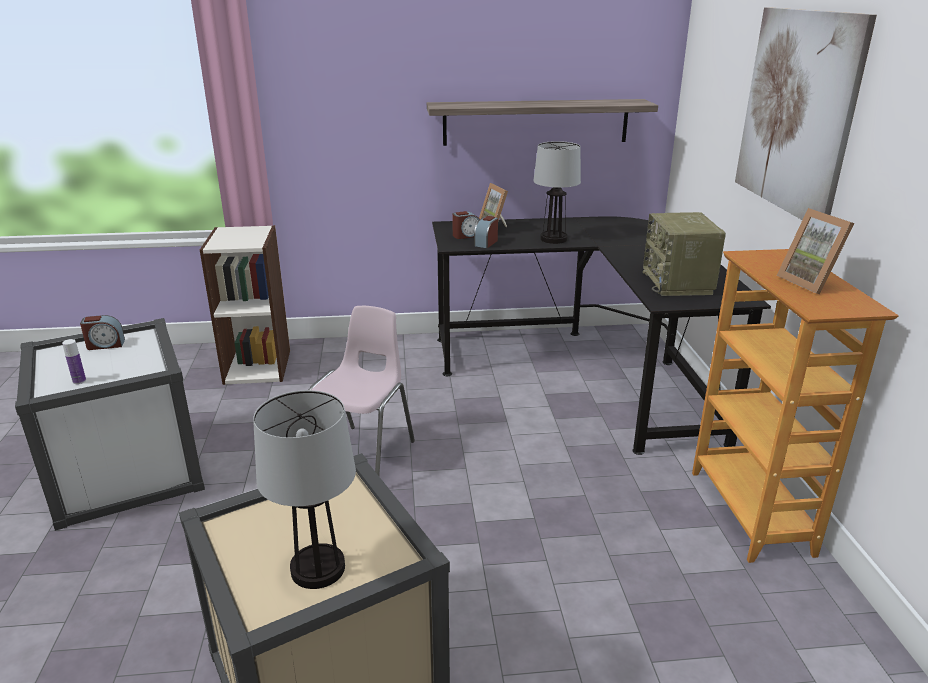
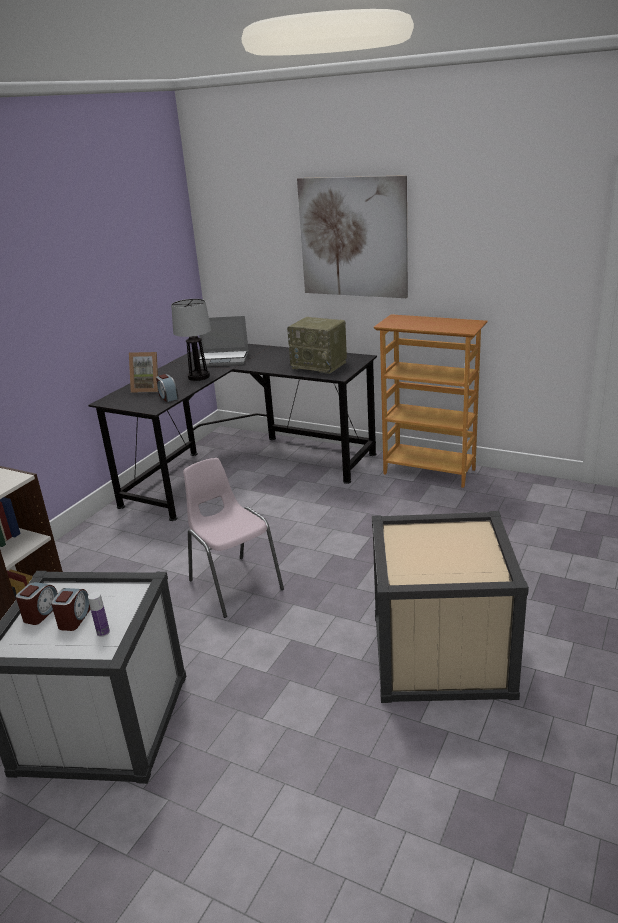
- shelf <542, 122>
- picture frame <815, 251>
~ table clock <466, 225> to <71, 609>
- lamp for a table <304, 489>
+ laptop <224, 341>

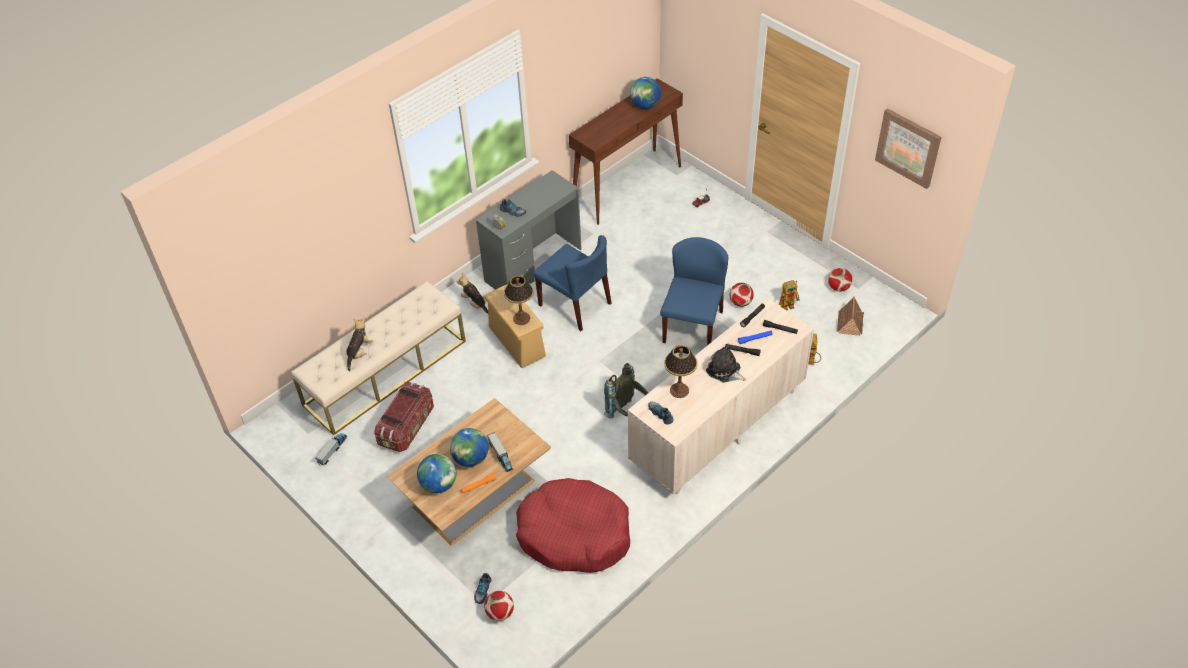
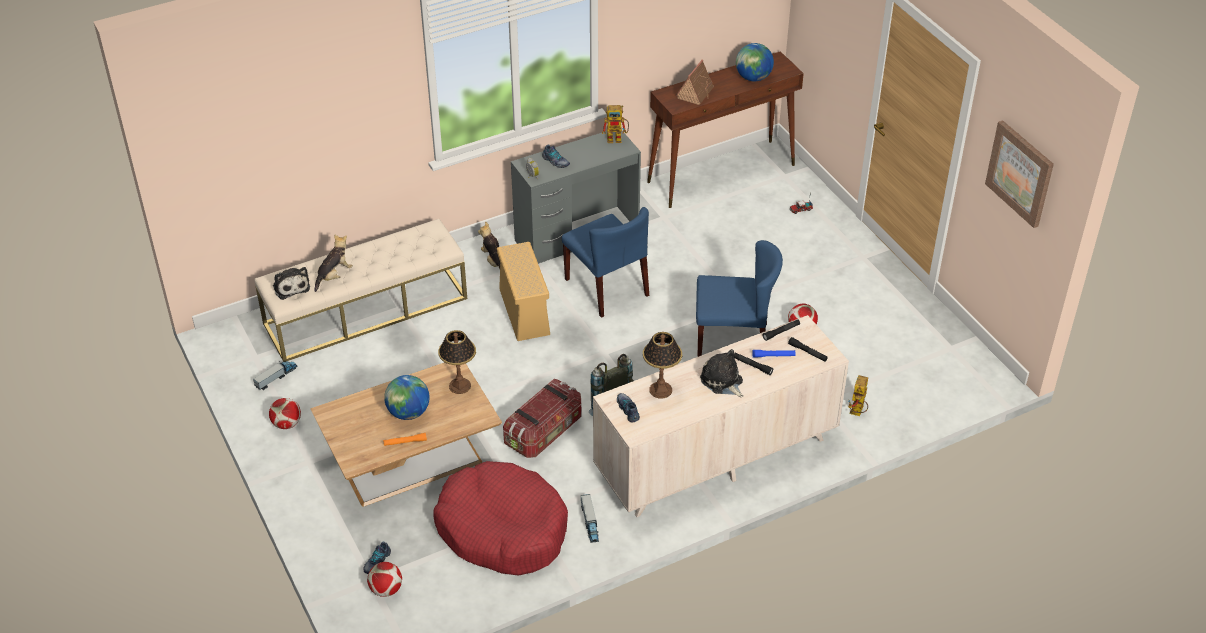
~ chair (blue) <694, 291> = <739, 298> 60 degrees clockwise
~ football ball <840, 280> to <285, 413>
~ lamp for a table <519, 300> to <457, 362>
~ toy robot <789, 295> to <615, 124>
~ miniature house <850, 316> to <694, 82>
~ storage bin <404, 417> to <542, 418>
~ toy truck <500, 452> to <590, 518>
- world globe <436, 473>
+ soft toy <291, 283>

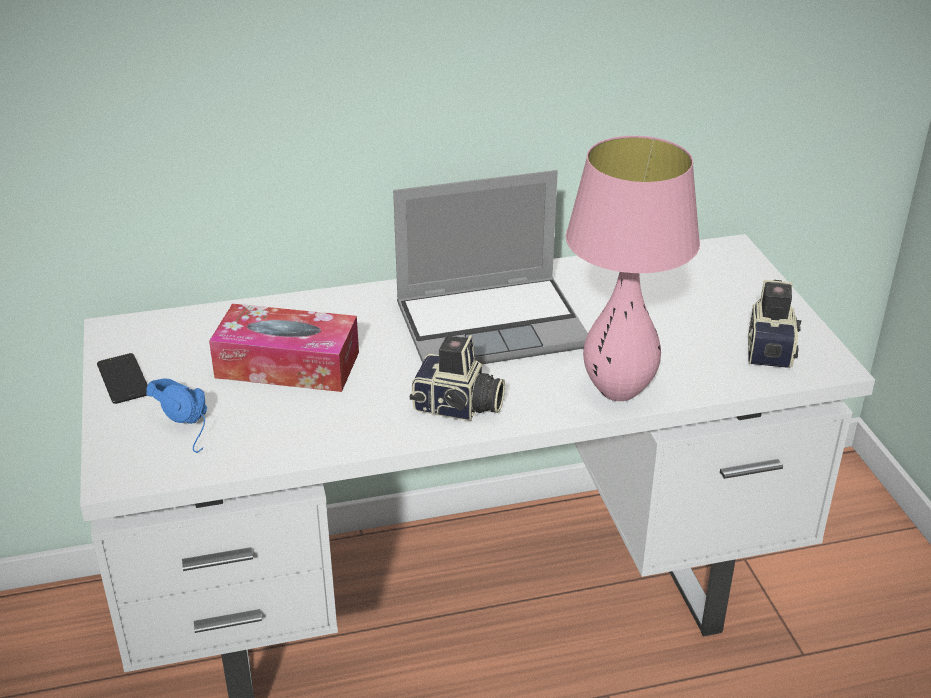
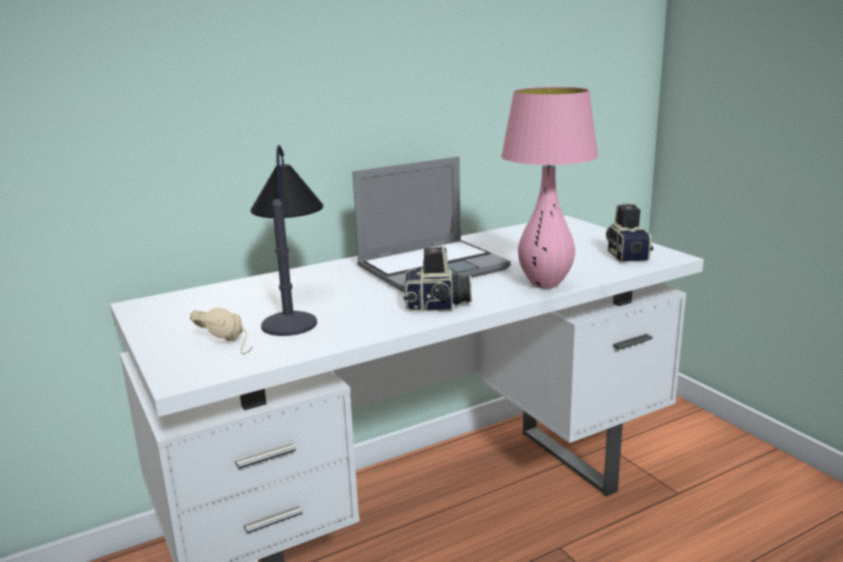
~ tissue holder <284, 348> to lamp for a table <286, 240>
- phone <122, 378>
~ pair of headphones (blue) <176, 415> to pair of headphones (beige-coloured) <221, 331>

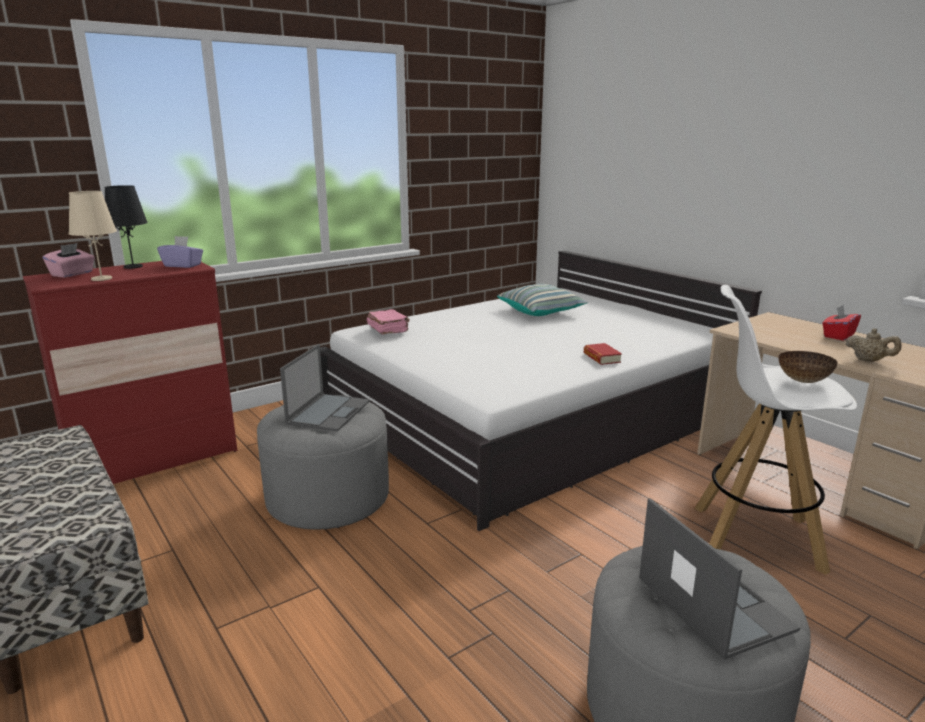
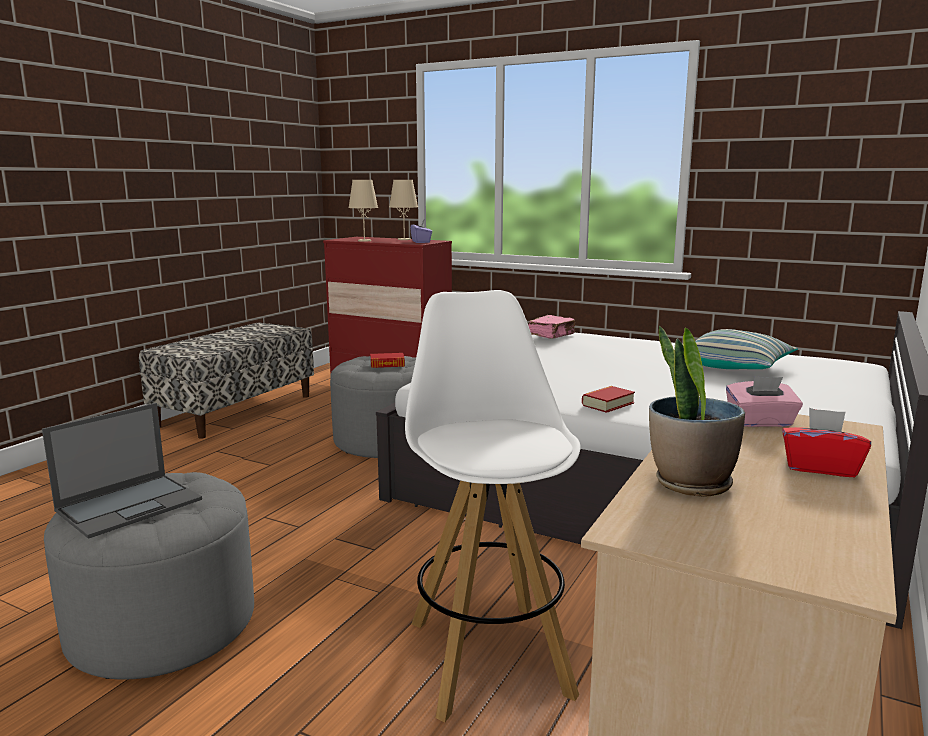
~ lamp for a table (black) <126, 227> to lamp for a table (beige-coloured) <403, 210>
~ tissue holder (pink) <69, 260> to <764, 401>
~ tea pot (beige-coloured) <873, 345> to potted plant <697, 411>
~ laptop <325, 388> to volume <387, 360>
- serving bowl <808, 367>

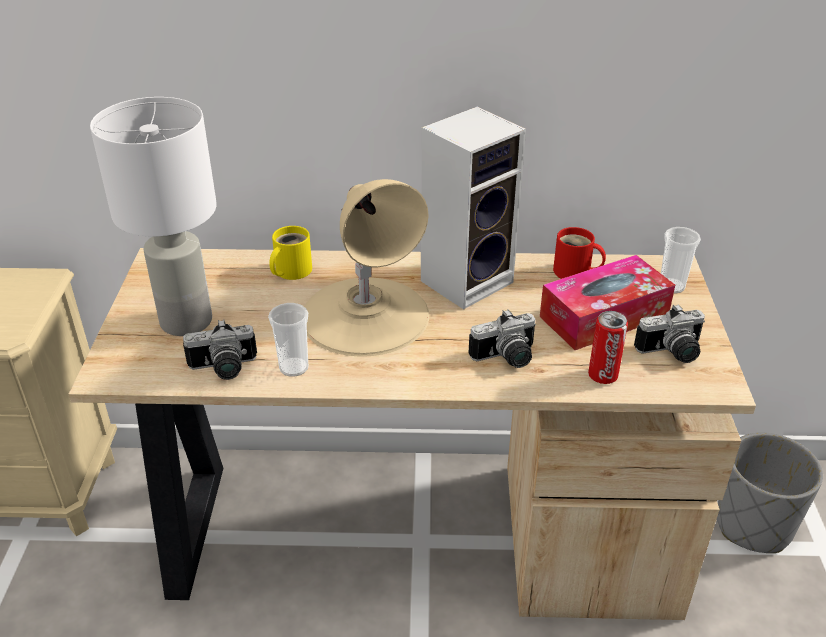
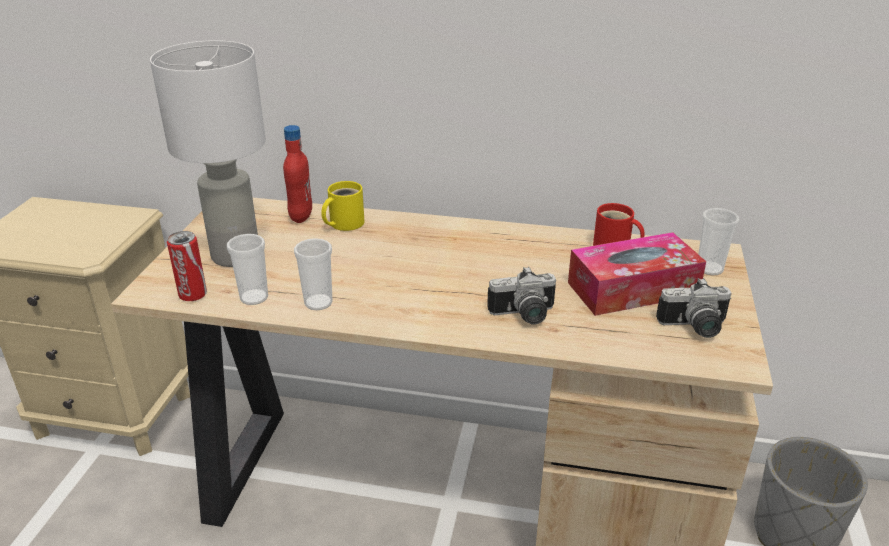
- audio speaker <473, 208>
- lamp for a table (beige-coloured) <366, 268>
~ sealed can <608, 347> to <187, 266>
~ still camera <220, 349> to small cup <247, 269>
+ beverage bottle (red-coloured) <297, 174>

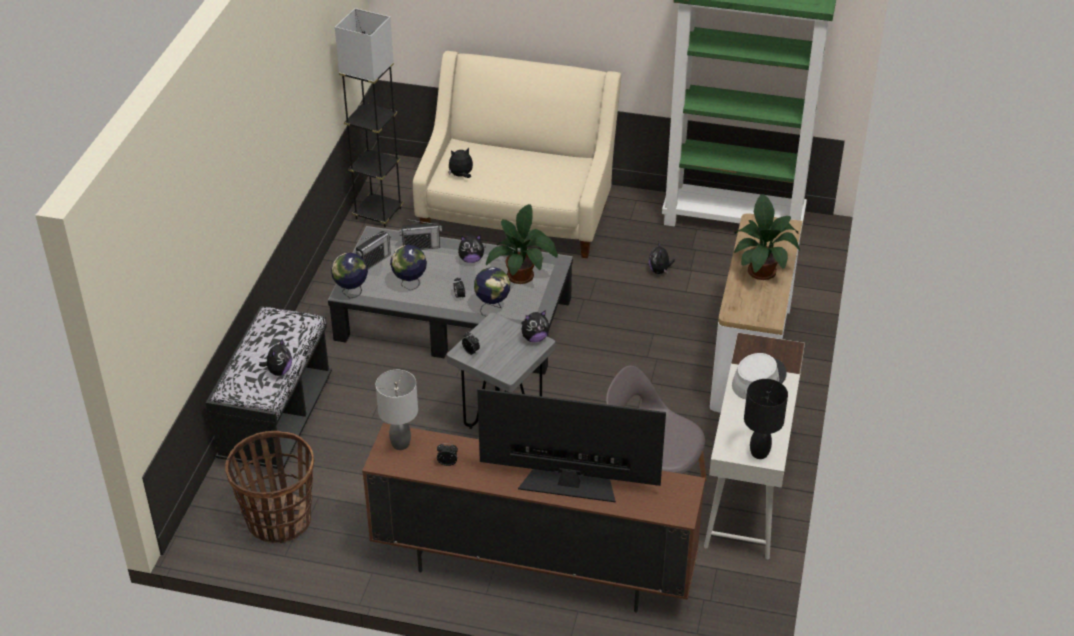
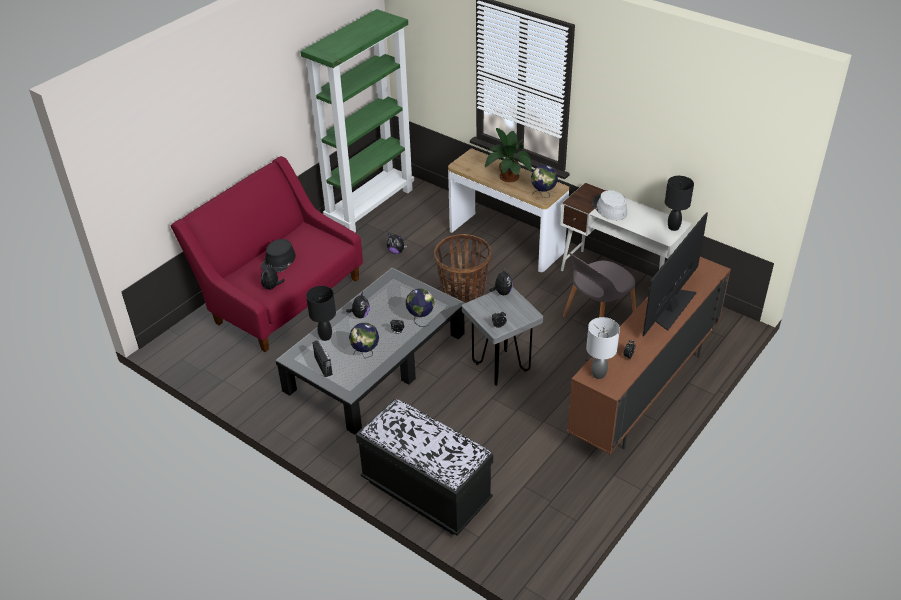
- floor lamp (greyish) <369, 117>
~ couch (beige-coloured) <517, 154> to couch (red-coloured) <267, 254>
- potted plant <522, 244>
~ radio <420, 234> to lamp for a table (black) <321, 313>
~ world globe <349, 275> to <544, 181>
- soft toy <275, 357>
~ storage basket <269, 487> to <462, 268>
+ wearable hat (black) <278, 256>

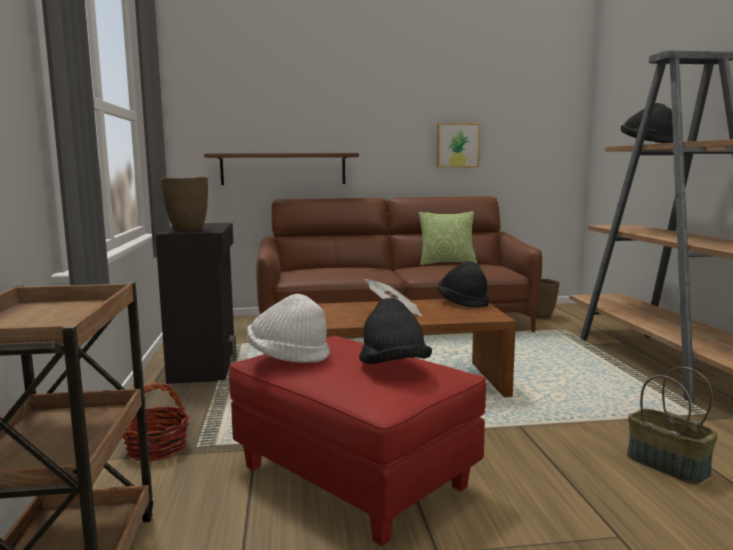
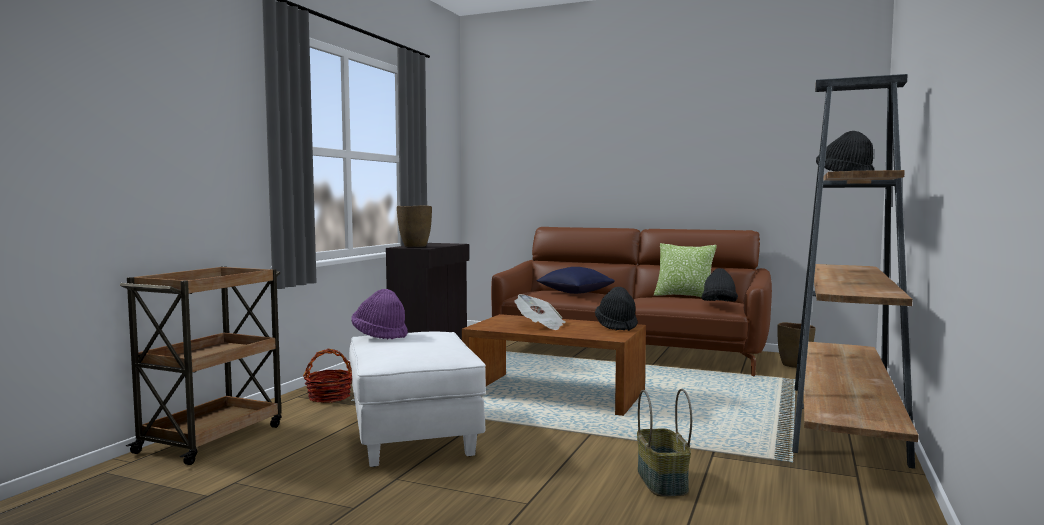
- picture <458, 145>
- shelf (brown-coloured) <281, 169>
~ wearable hat (whitish) <288, 328> to wearable hat (purple-coloured) <379, 314>
~ wearable hat (black) <395, 331> to <719, 285>
~ footrest (red-coloured) <357, 441> to footrest (whitish) <417, 399>
+ throw pillow (blue) <575, 280>

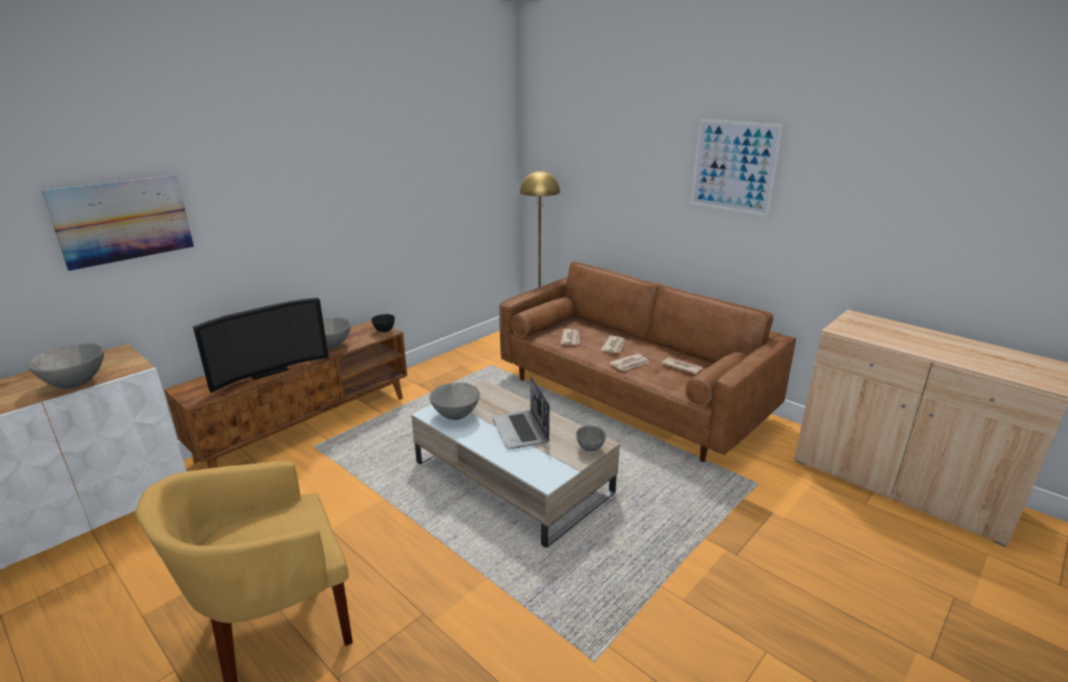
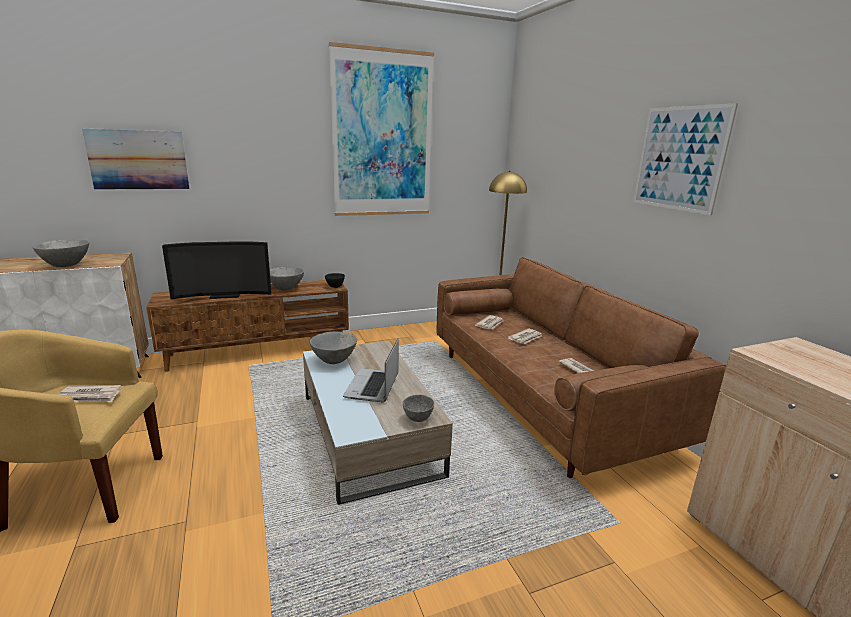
~ daily paper <630, 362> to <90, 393>
+ picture <381, 129>

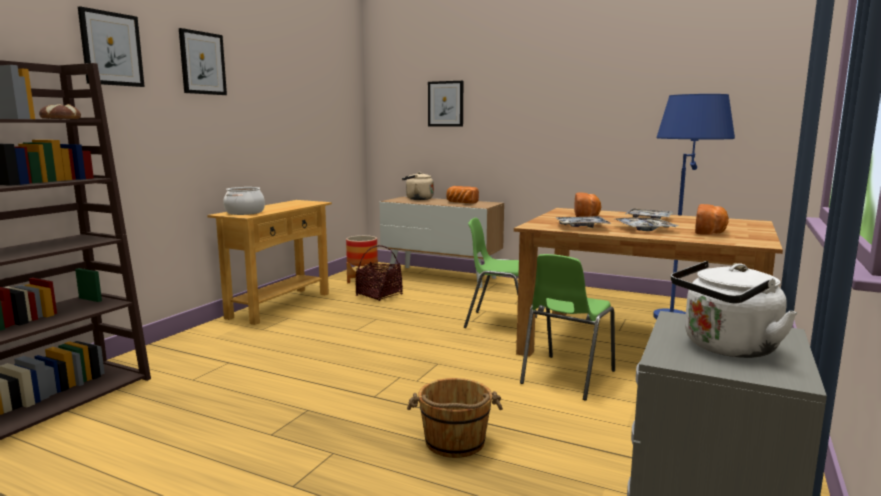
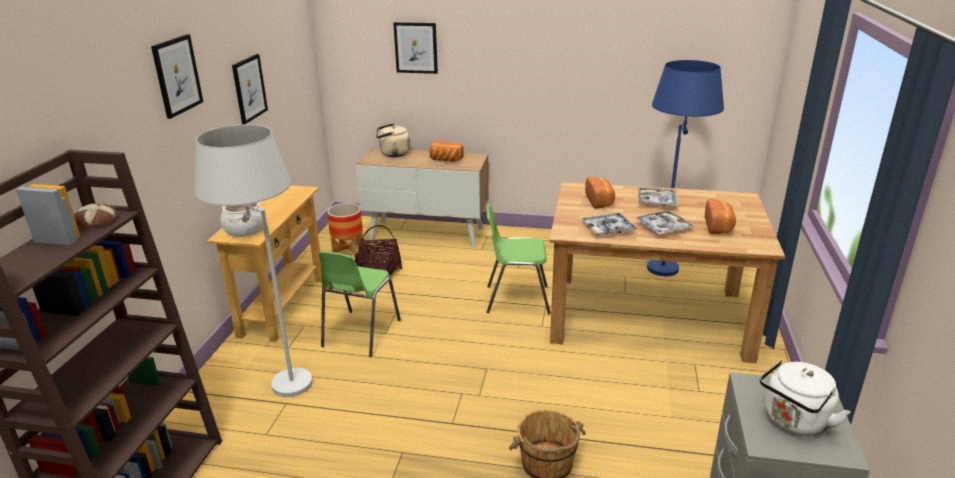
~ picture <111, 46> to <250, 89>
~ chair (greenish) <567, 327> to <360, 304>
+ floor lamp (whitish) <253, 260>

